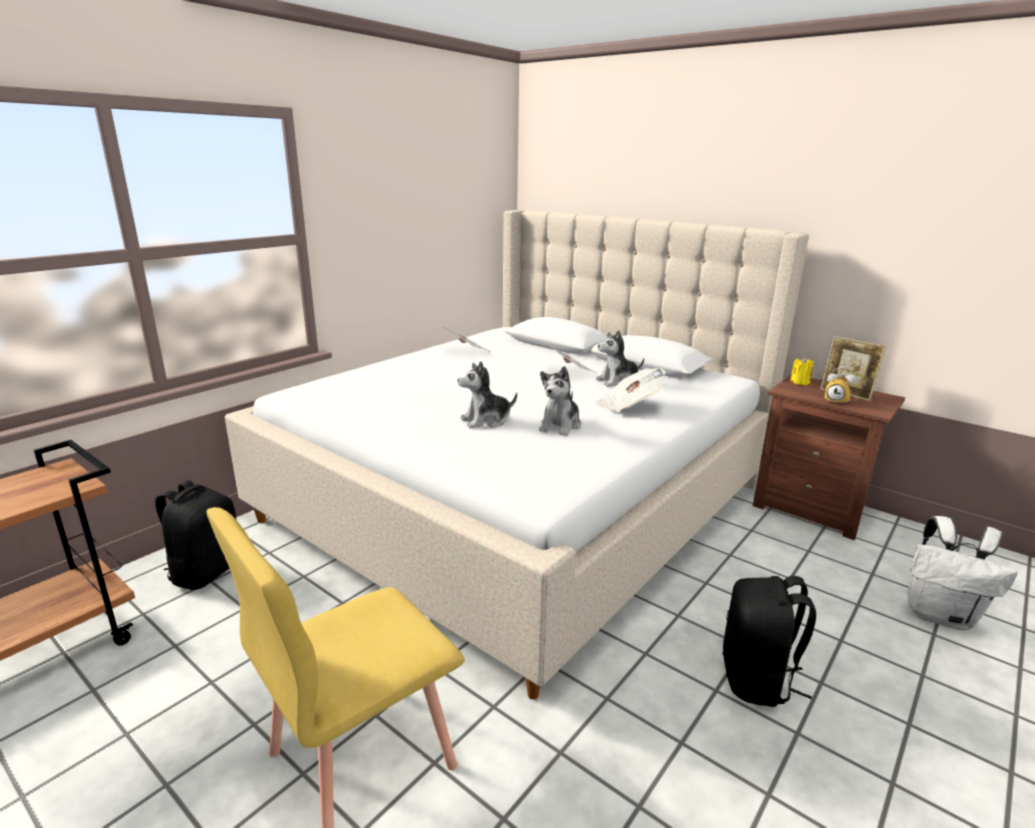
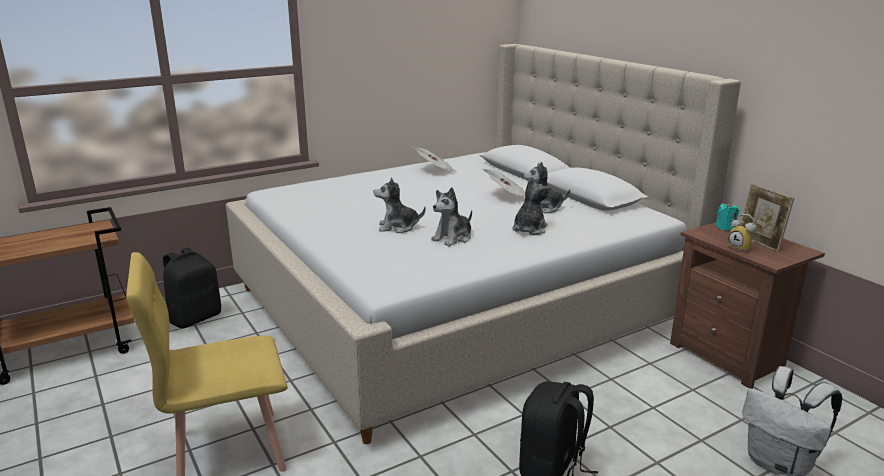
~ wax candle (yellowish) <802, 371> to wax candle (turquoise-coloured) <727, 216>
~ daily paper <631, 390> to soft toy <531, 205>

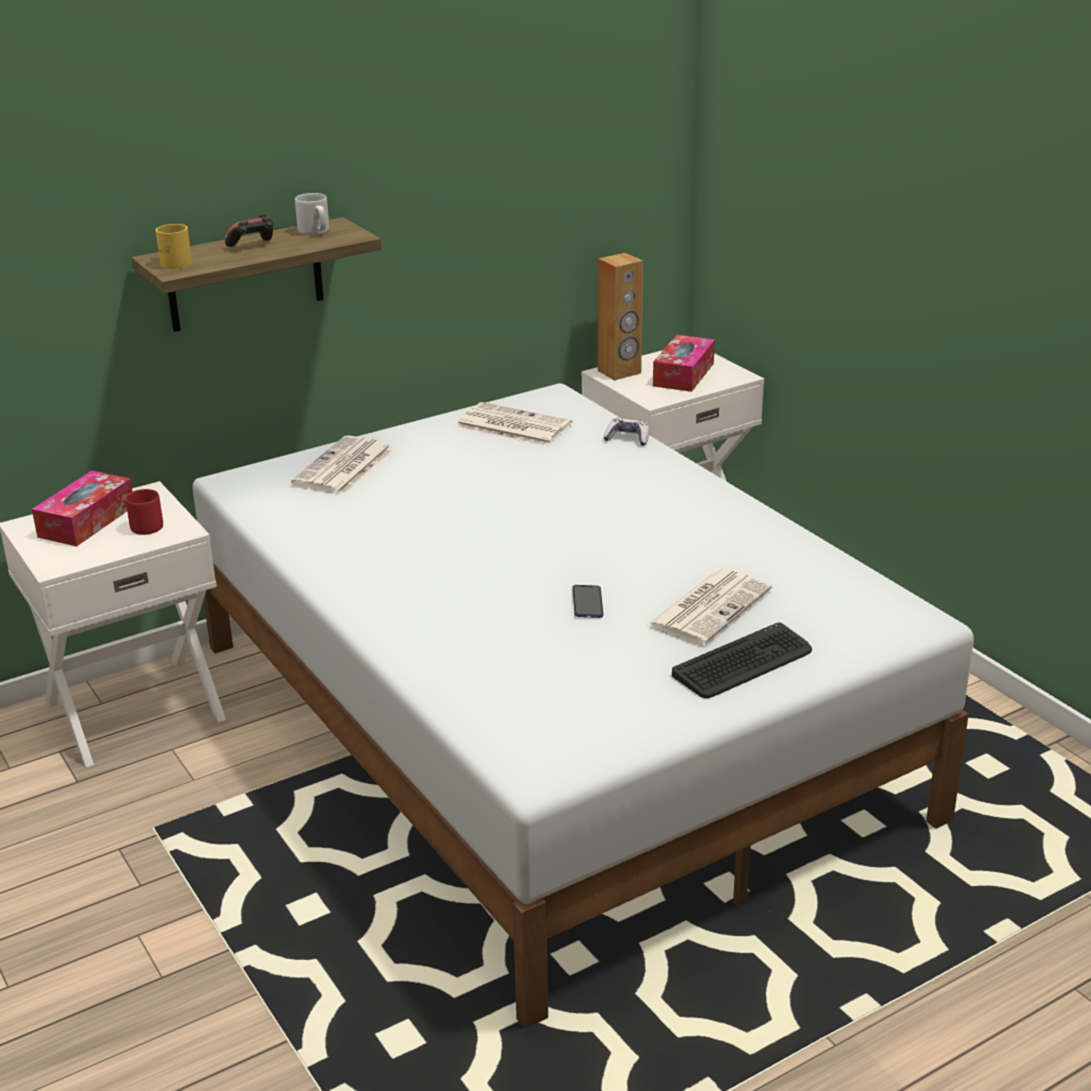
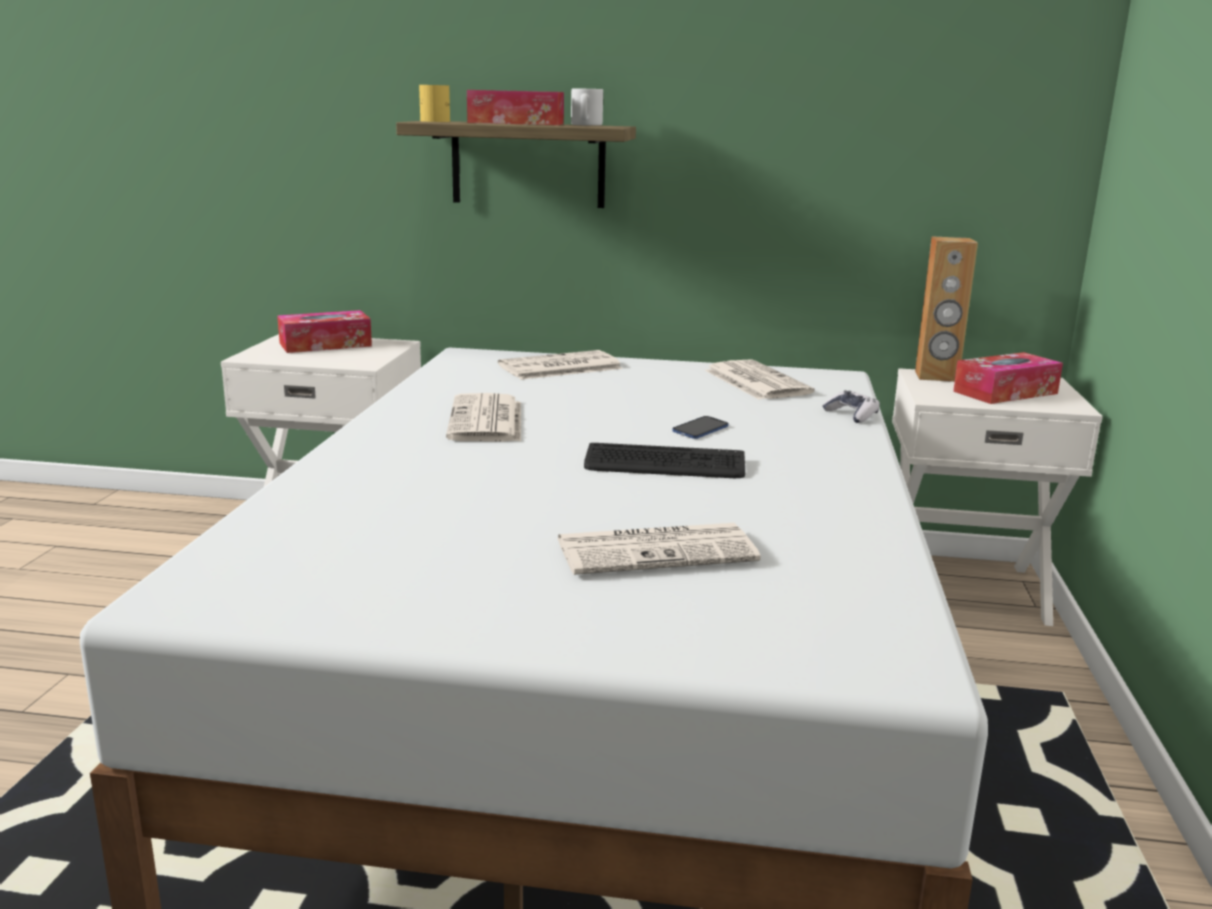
~ gamepad <249, 230> to tissue holder <515, 107>
- mug (red-coloured) <144, 512>
~ phone <587, 601> to <700, 427>
~ keyboard <742, 660> to <664, 460>
+ daily paper <483, 417>

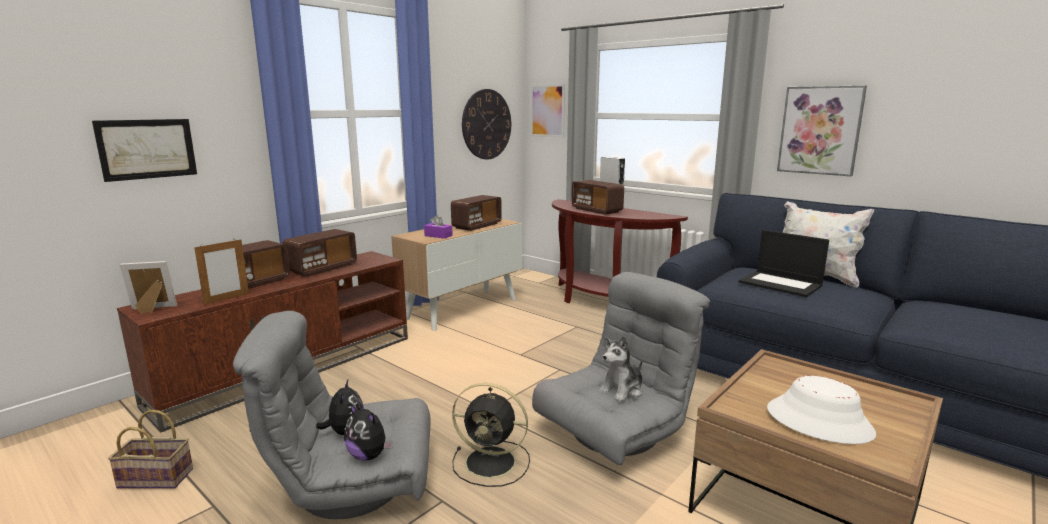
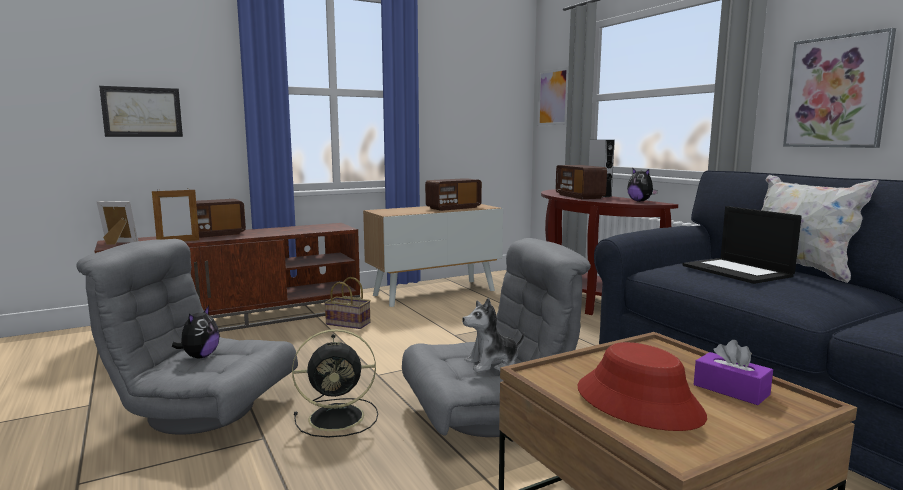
- clock on the wall <486, 124>
~ tissue holder (purple-coloured) <438, 227> to <733, 372>
- radio <320, 253>
~ wearable hat (whitish) <821, 410> to wearable hat (red-coloured) <642, 386>
~ fan (black) <491, 435> = <335, 383> 45 degrees counterclockwise
~ soft toy <368, 432> to <642, 185>
~ storage basket <150, 449> to <347, 303>

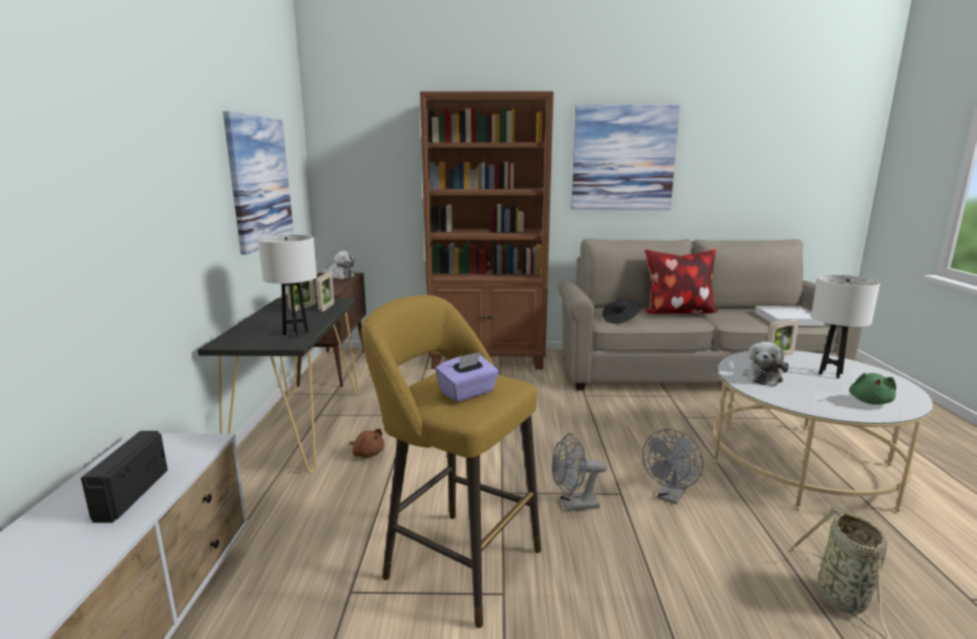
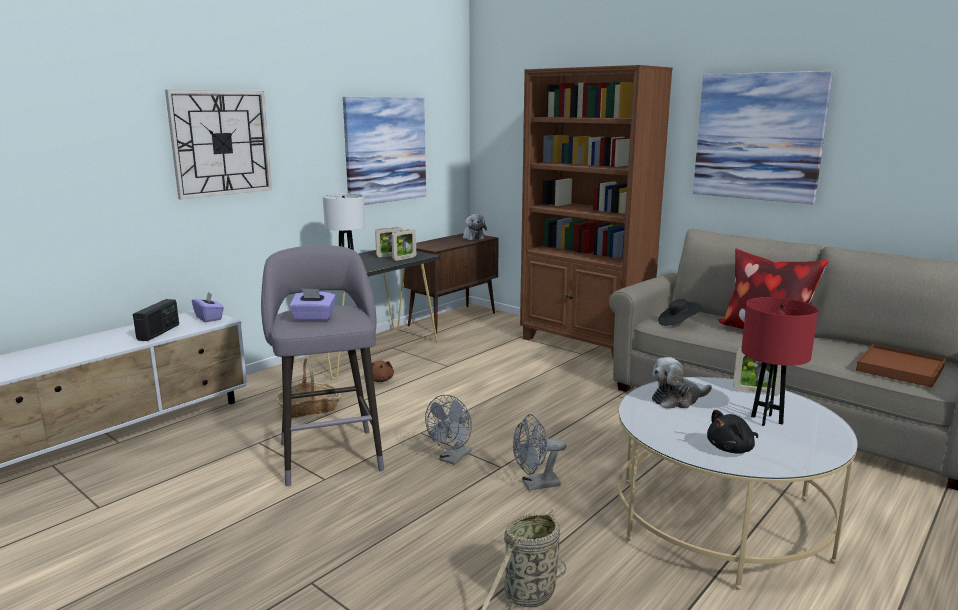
~ lamp for a table (whitish) <845, 327> to lamp for a table (red-coloured) <779, 361>
~ stool seat (yellowish) <451, 461> to stool seat (greyish) <322, 365>
~ carrying tray (whitish) <790, 316> to carrying tray (brown-coloured) <901, 365>
~ soft toy (greenish) <872, 389> to soft toy (black) <732, 432>
~ radio <124, 477> = <156, 320> 150 degrees clockwise
~ fan (greyish) <579, 472> = <448, 430> 90 degrees counterclockwise
+ clock on the wall <218, 145>
+ tissue holder (purple-coloured) <208, 307>
+ storage basket <308, 387>

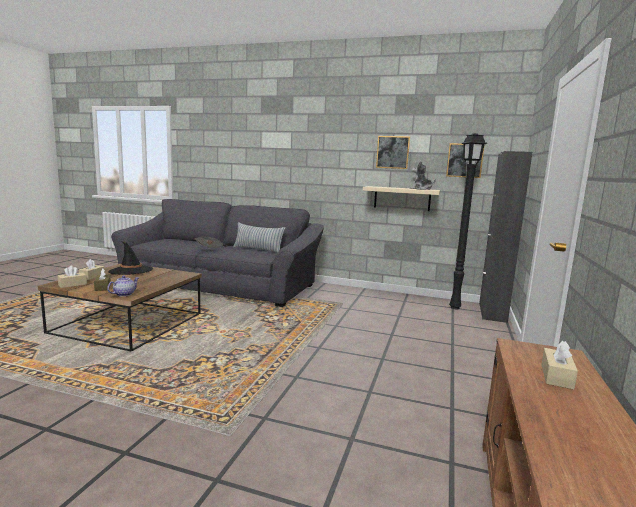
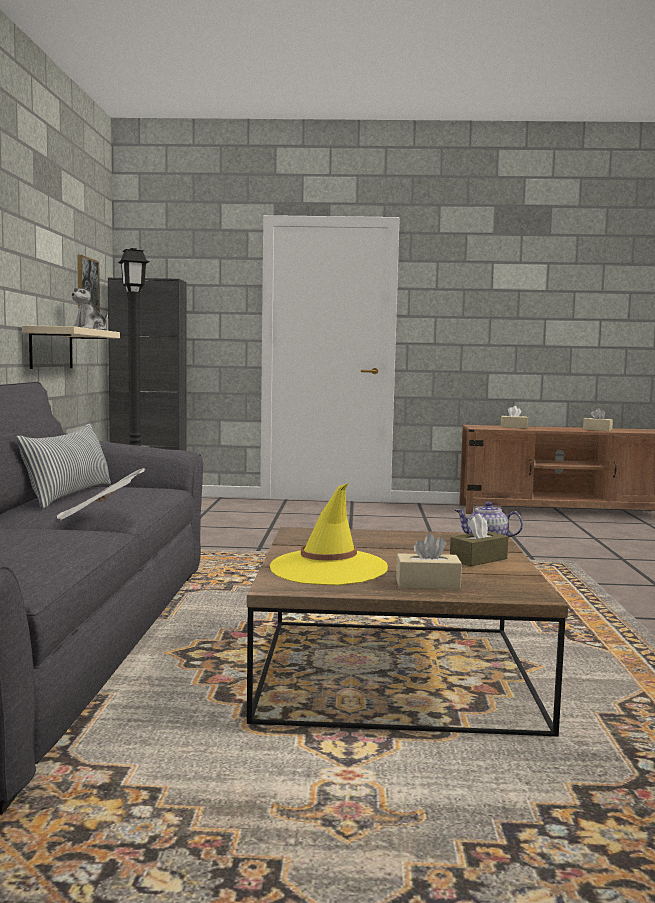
- picture <393, 152>
~ wearable hat (black) <130, 258> to wearable hat (yellowish) <329, 534>
~ tissue holder (beige-coloured) <72, 277> to <598, 419>

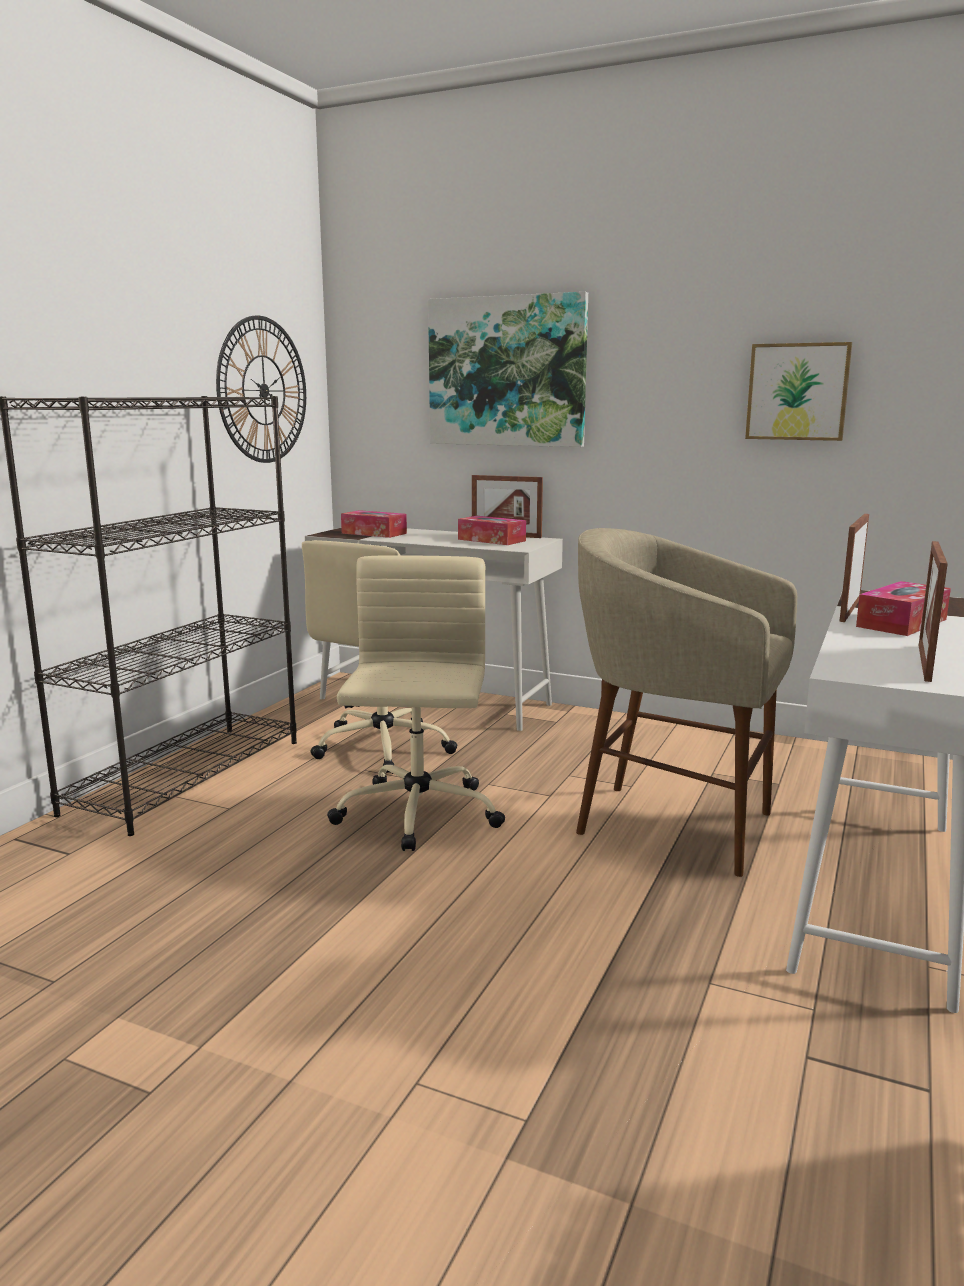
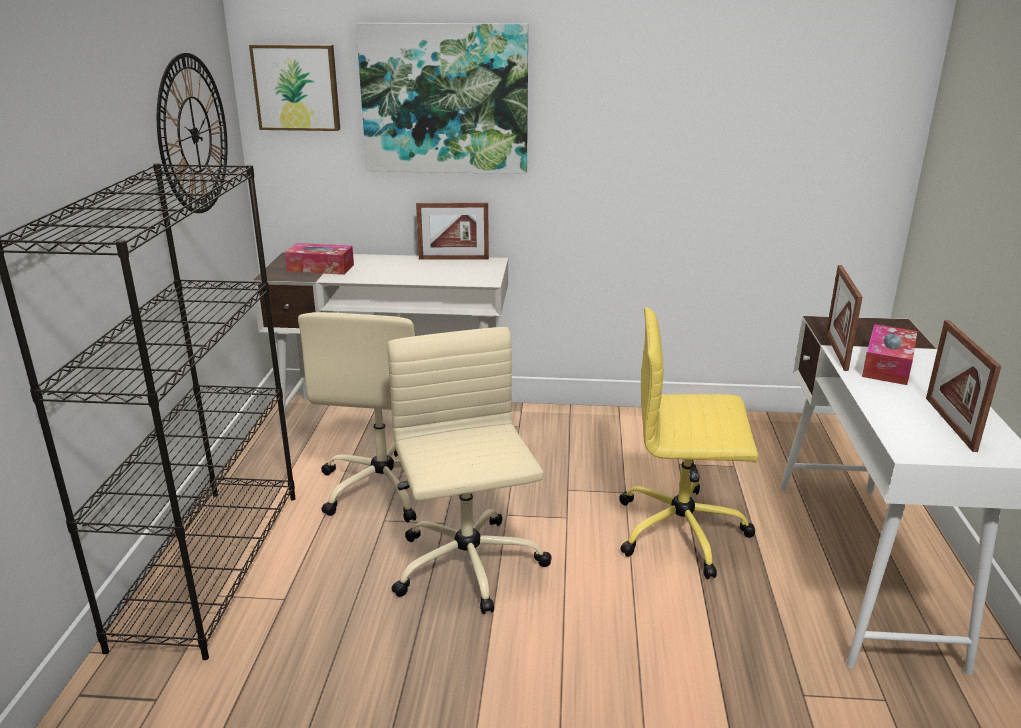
~ picture <798, 391> to <294, 87>
- tissue holder <492, 530>
~ stool seat (beige-coloured) <686, 702> to desk chair (yellowish) <688, 443>

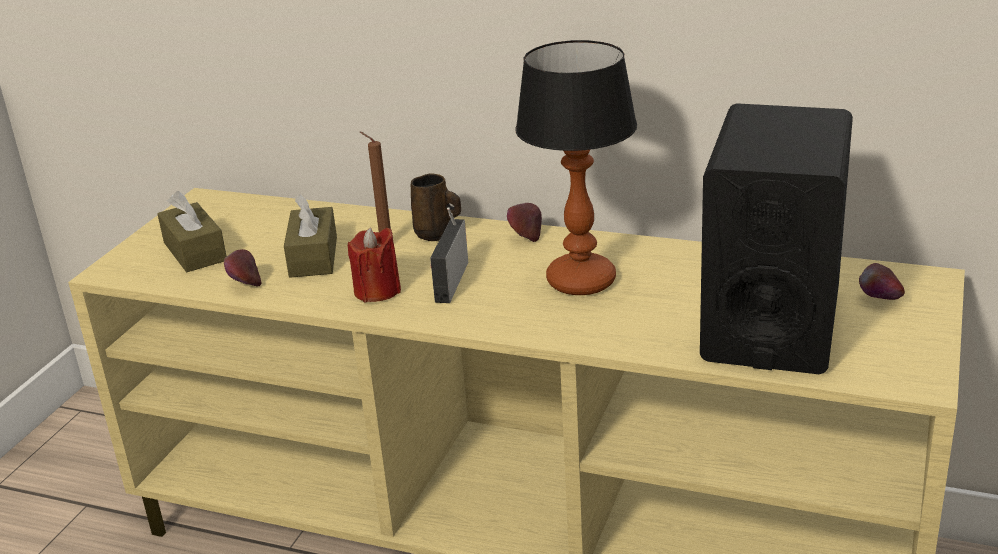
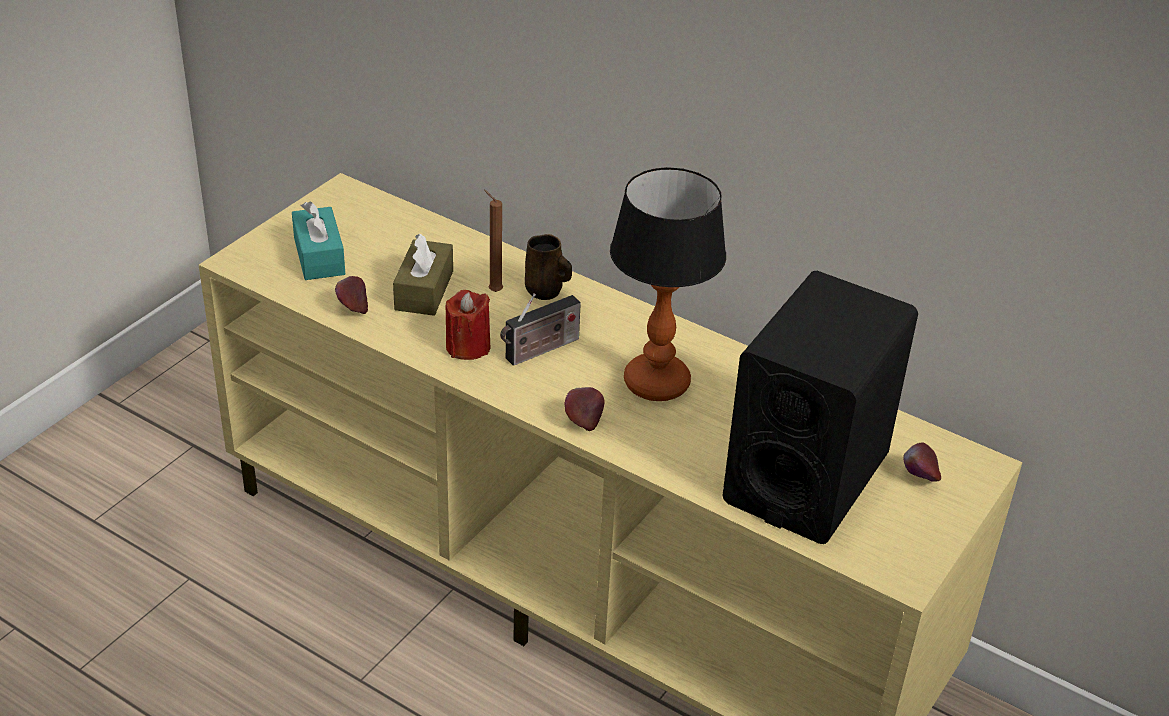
~ tissue holder (brown-coloured) <192, 231> to tissue holder (turquoise-coloured) <318, 240>
~ apple fruit <524, 222> to <584, 409>
~ radio <449, 255> = <540, 329> 150 degrees counterclockwise

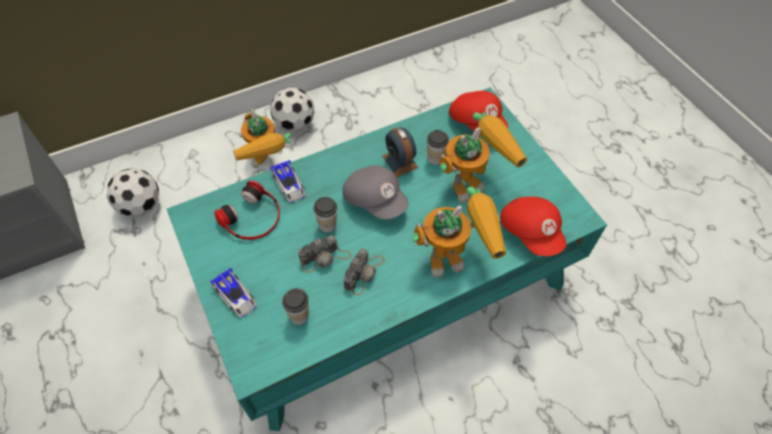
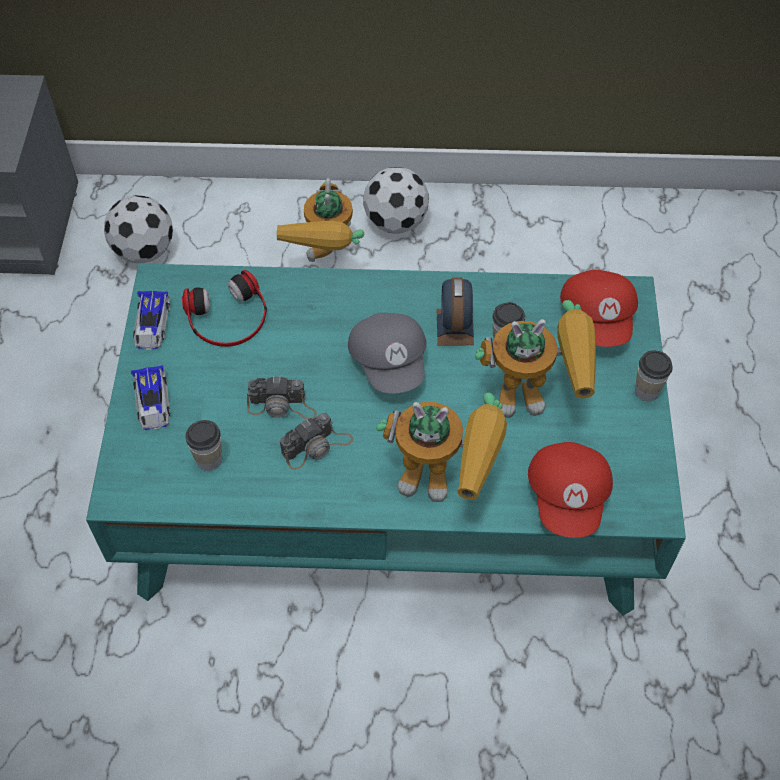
~ miniature car <287, 181> to <151, 320>
~ small cup <325, 215> to <654, 375>

